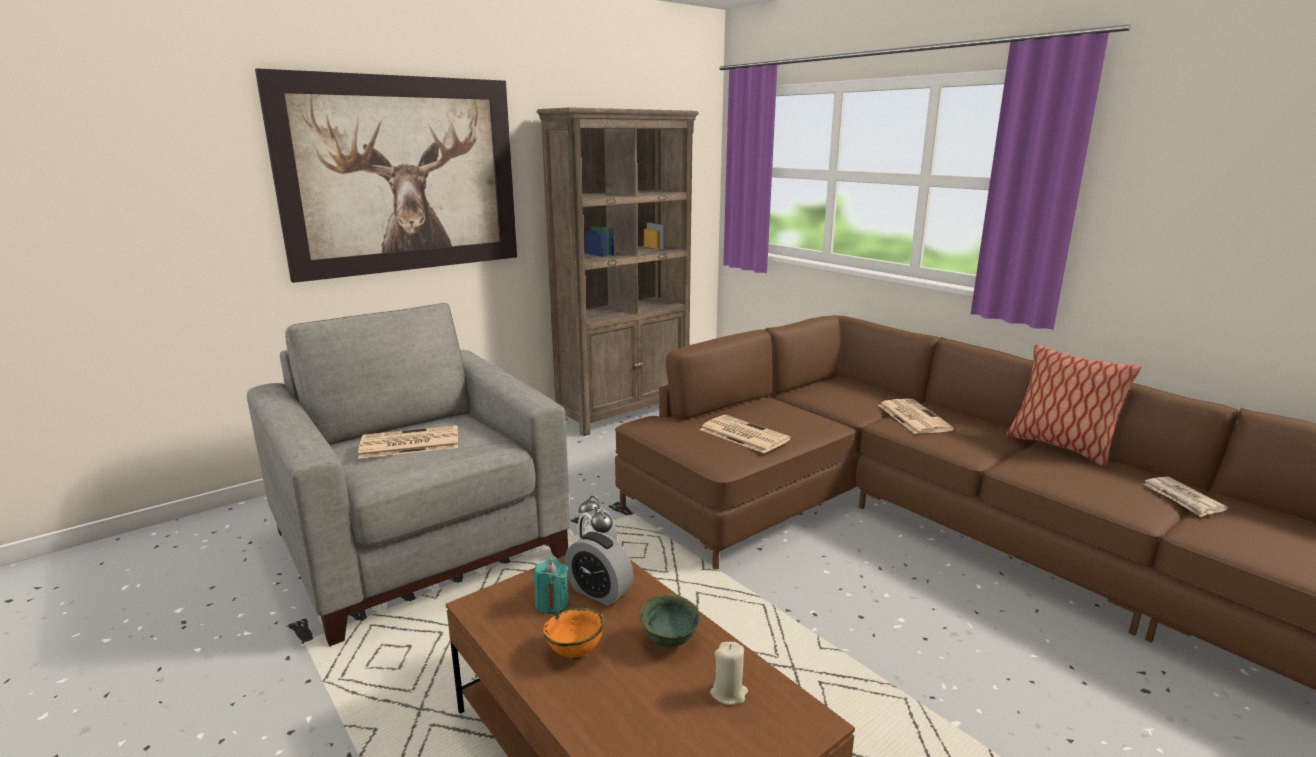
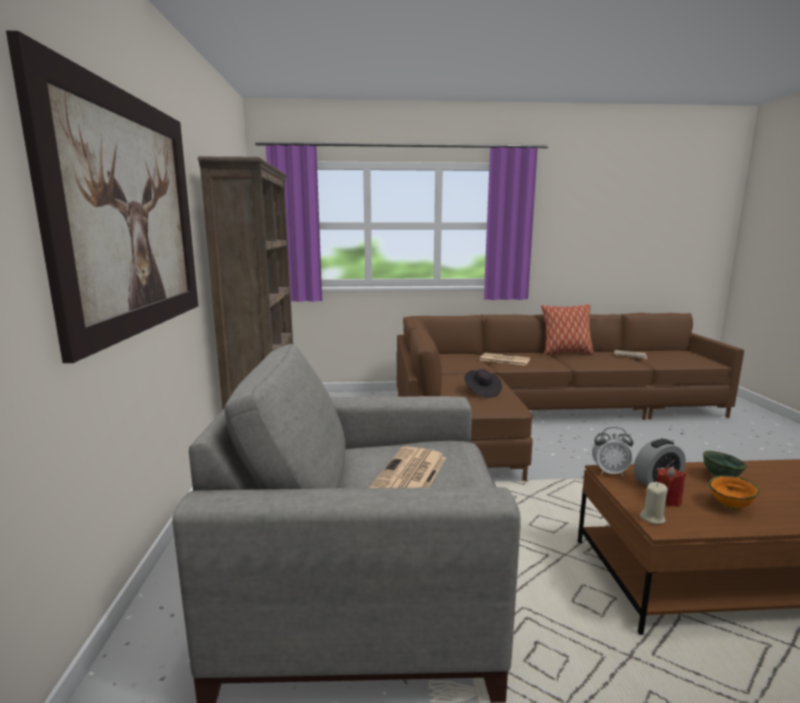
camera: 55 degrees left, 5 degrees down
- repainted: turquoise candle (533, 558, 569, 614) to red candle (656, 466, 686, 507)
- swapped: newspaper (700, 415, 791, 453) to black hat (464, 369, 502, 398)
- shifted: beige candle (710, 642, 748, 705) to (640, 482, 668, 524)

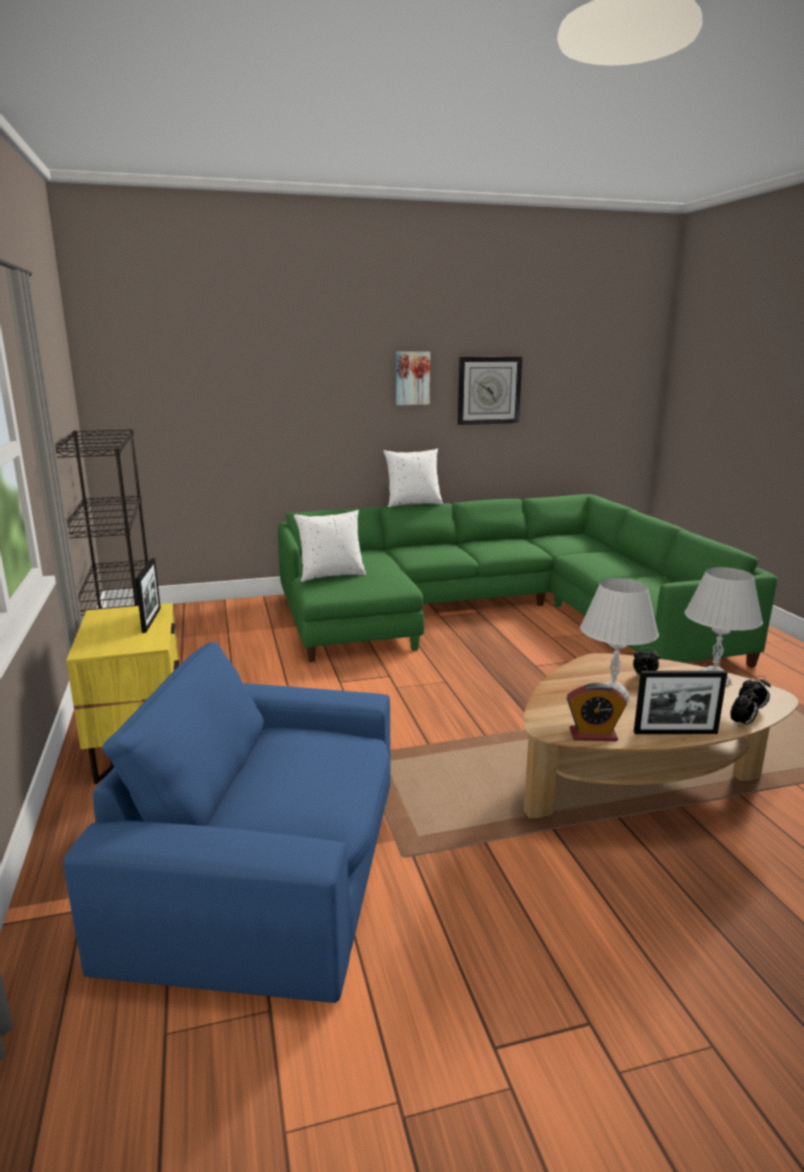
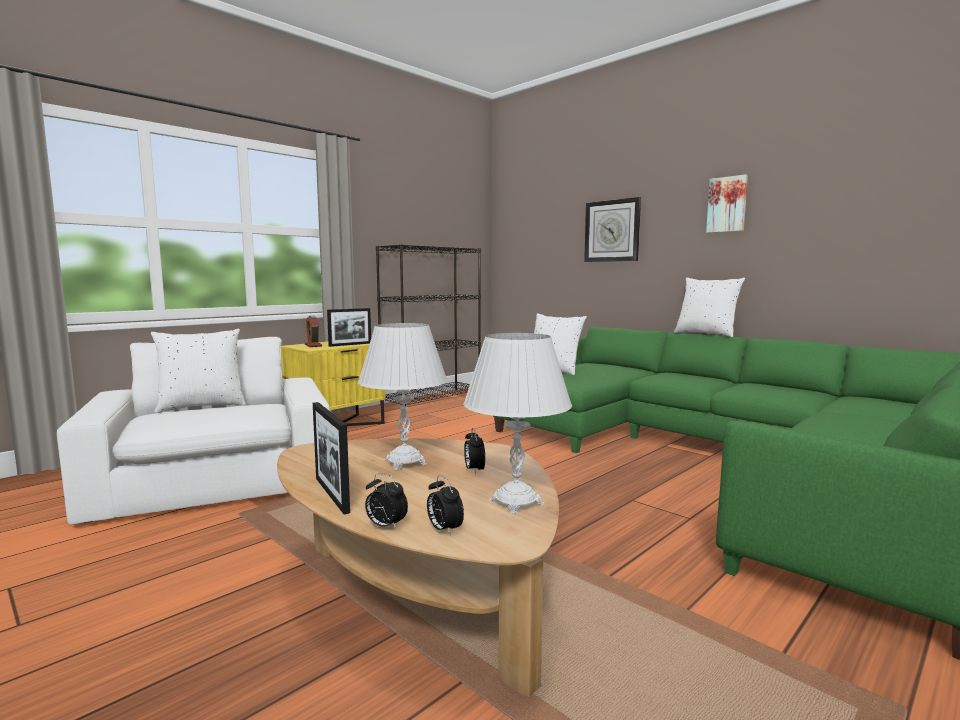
camera: 60 degrees right, 10 degrees down
- repainted: blue armchair (63, 642, 391, 1003) to white armchair (57, 337, 330, 524)
- shifted: wall clock (458, 357, 522, 425) to (584, 197, 641, 262)
- shifted: alarm clock (567, 683, 627, 741) to (305, 316, 322, 347)
- new: white pillow (151, 329, 246, 413)

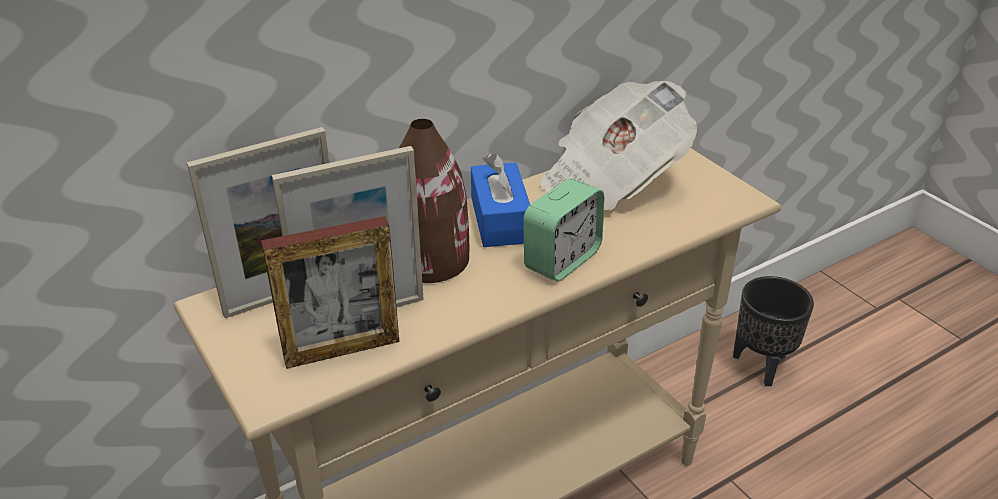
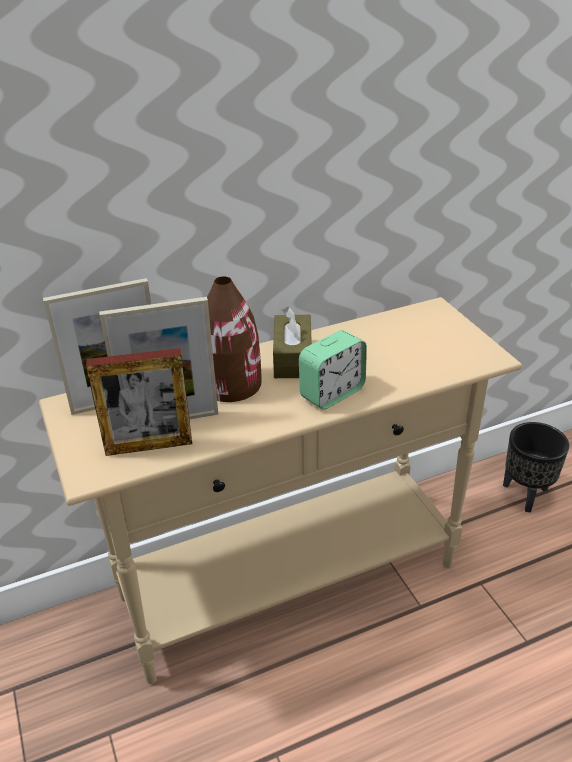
camera: 10 degrees right, 0 degrees up
- repainted: blue tissue box (471, 153, 530, 247) to brown tissue box (273, 306, 312, 378)
- gone: newspaper (540, 81, 697, 210)

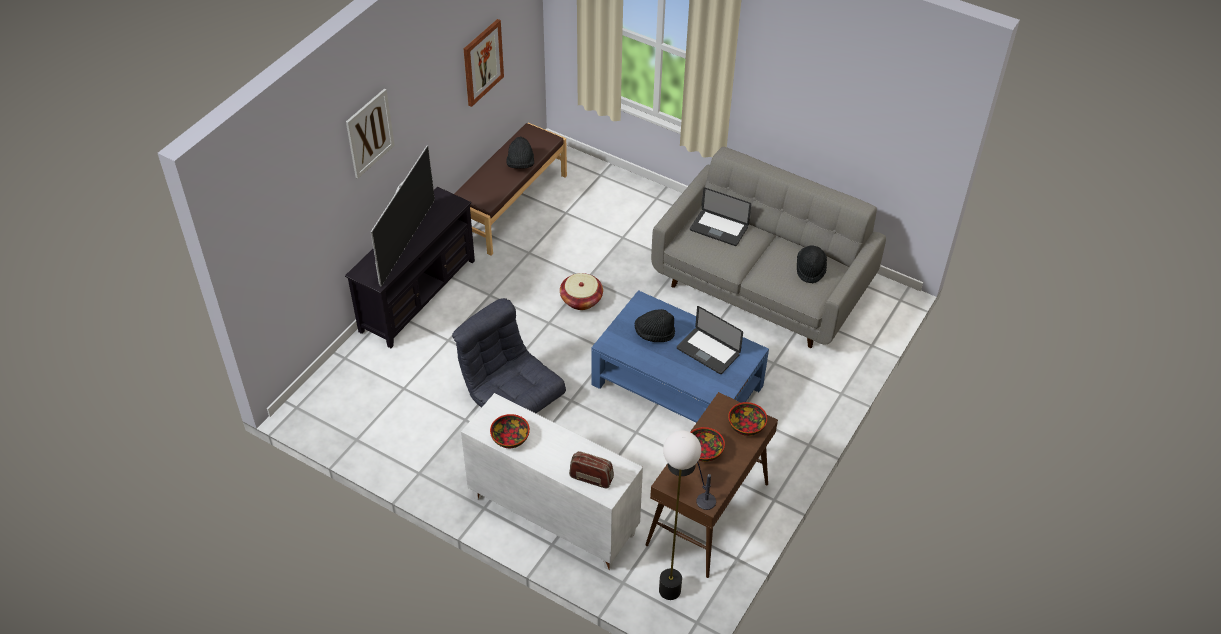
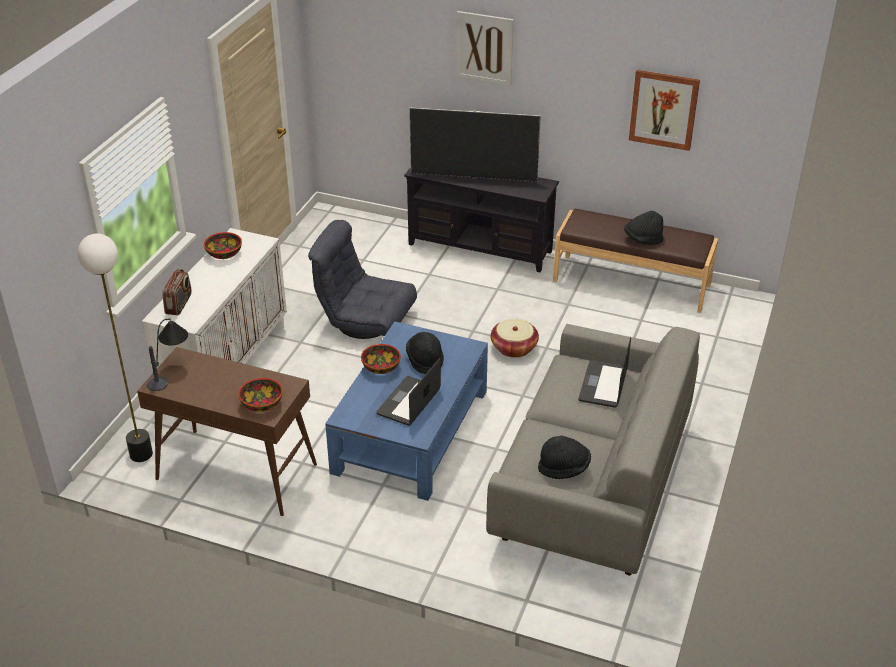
camera: 80 degrees right, 10 degrees down
- rotated: grey armchair (452, 298, 566, 413) = (308, 220, 417, 339) 105 degrees counterclockwise
- shifted: bowl (691, 427, 725, 462) to (361, 344, 401, 374)

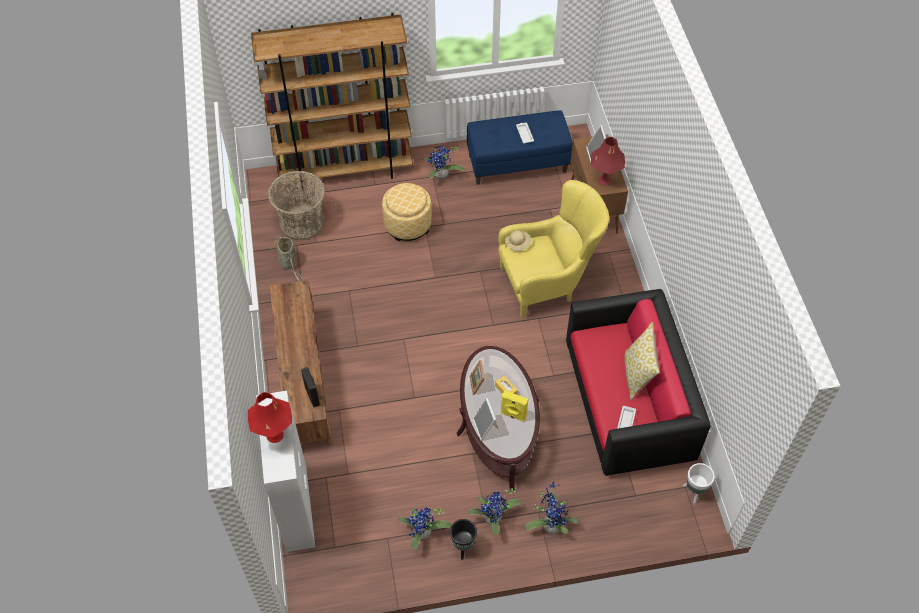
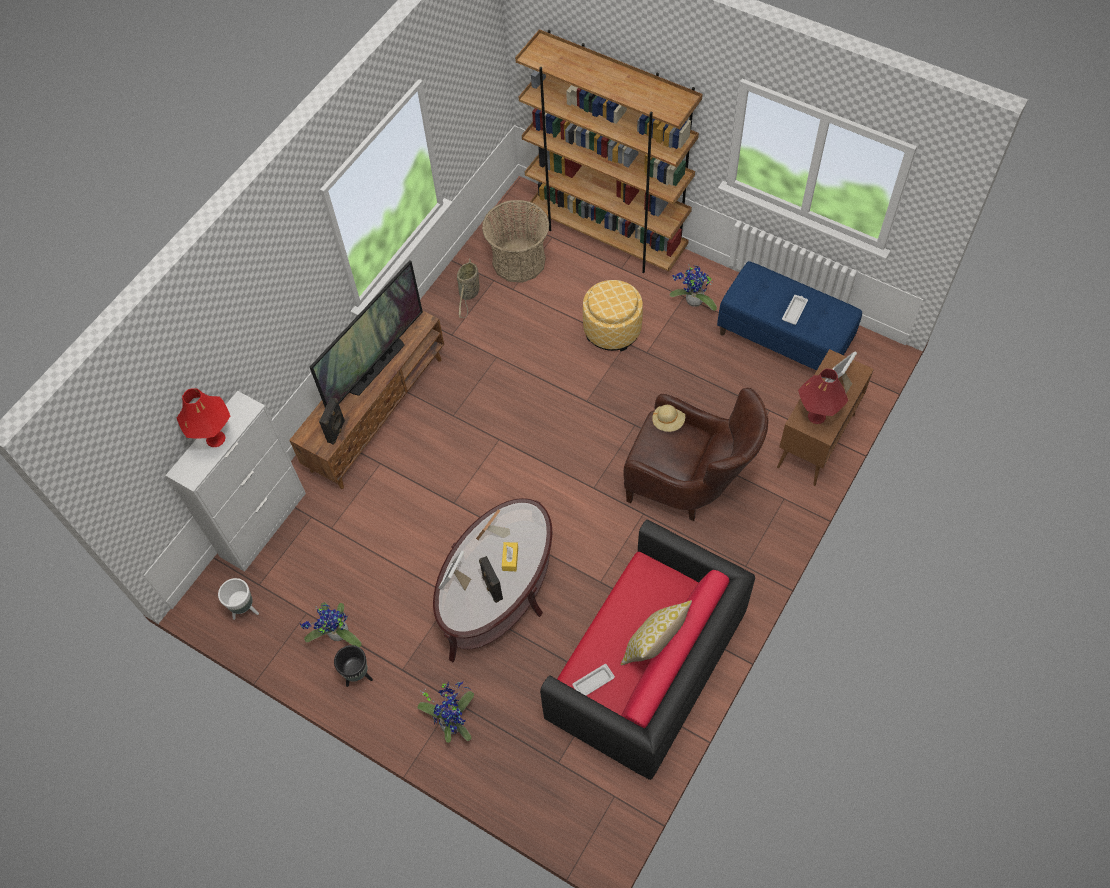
camera: 45 degrees right, 5 degrees up
- gone: potted plant (468, 488, 520, 535)
- repainted: yellow armchair (498, 180, 609, 319) to brown armchair (623, 388, 768, 521)
- repainted: yellow speaker (501, 390, 528, 422) to black speaker (479, 556, 503, 603)
- shifted: white planter (683, 463, 715, 504) to (218, 578, 259, 620)
- new: television (310, 260, 423, 408)

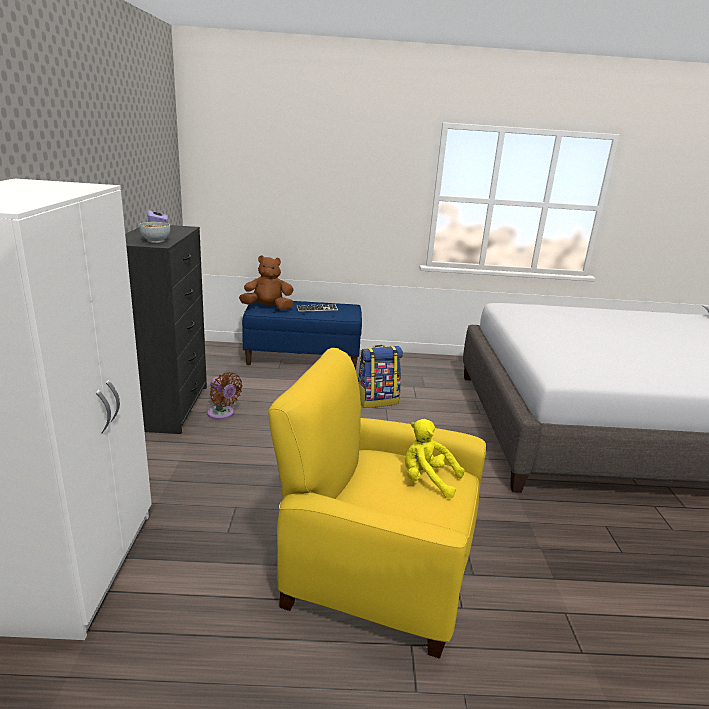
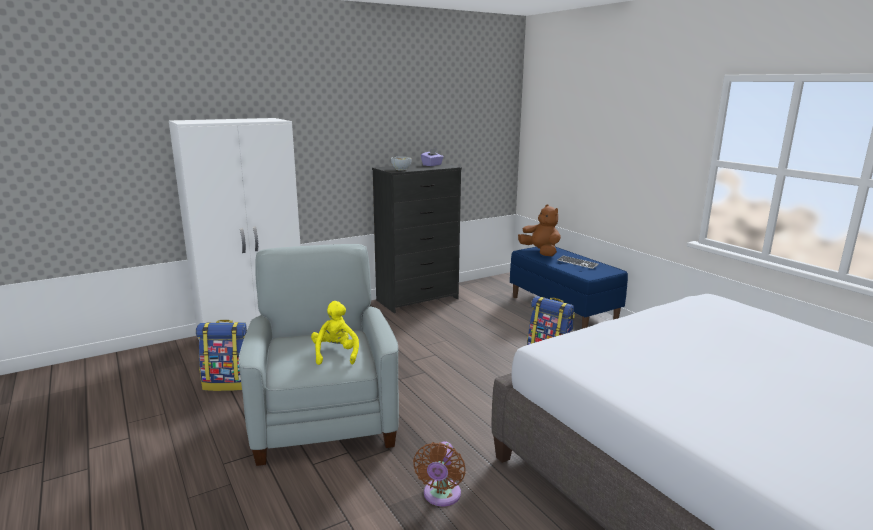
camera: 60 degrees right, 5 degrees down
- shifted: brown fan (207, 372, 243, 420) to (413, 441, 466, 506)
- repainted: yellow armchair (268, 348, 486, 659) to grey armchair (238, 244, 399, 466)
- new: backpack (196, 320, 247, 391)

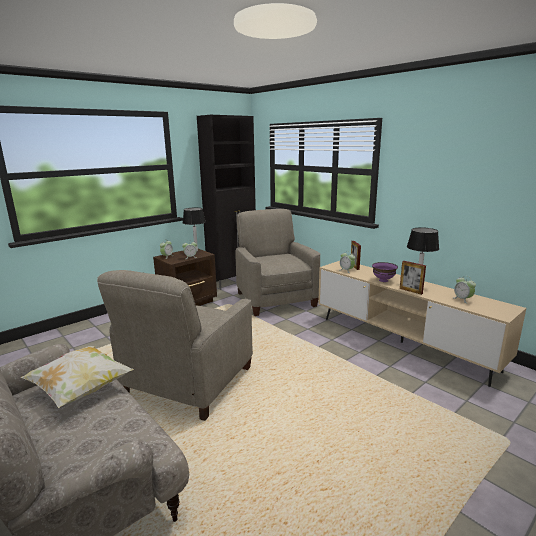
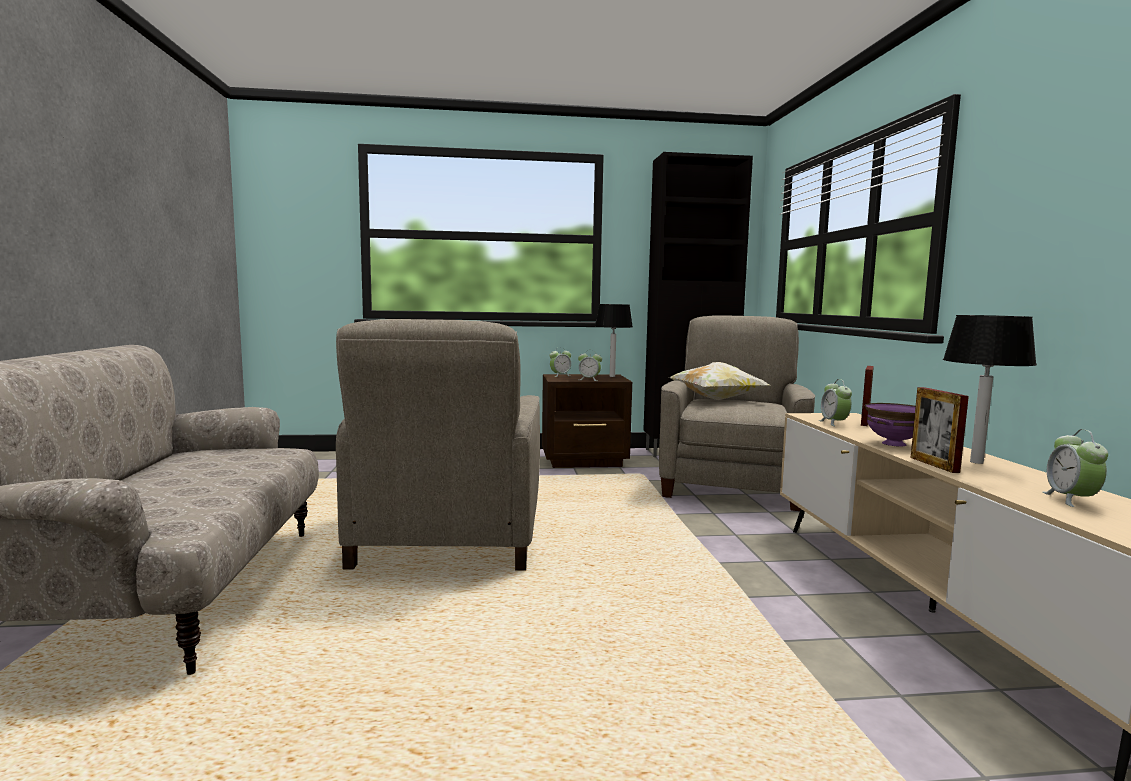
camera: 35 degrees right, 10 degrees down
- shifted: pillow (20, 346, 134, 408) to (669, 362, 770, 400)
- rotated: beige armchair (97, 270, 253, 421) = (336, 319, 540, 571) 60 degrees counterclockwise

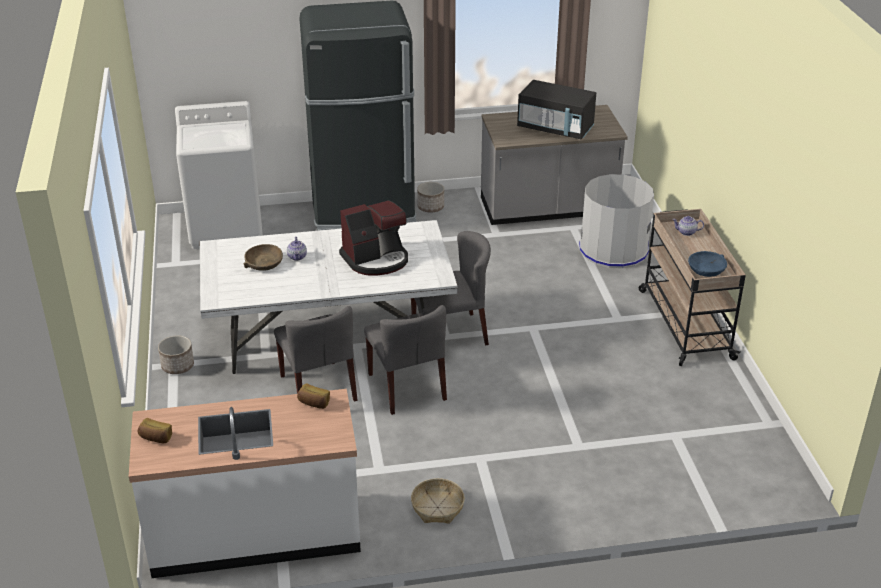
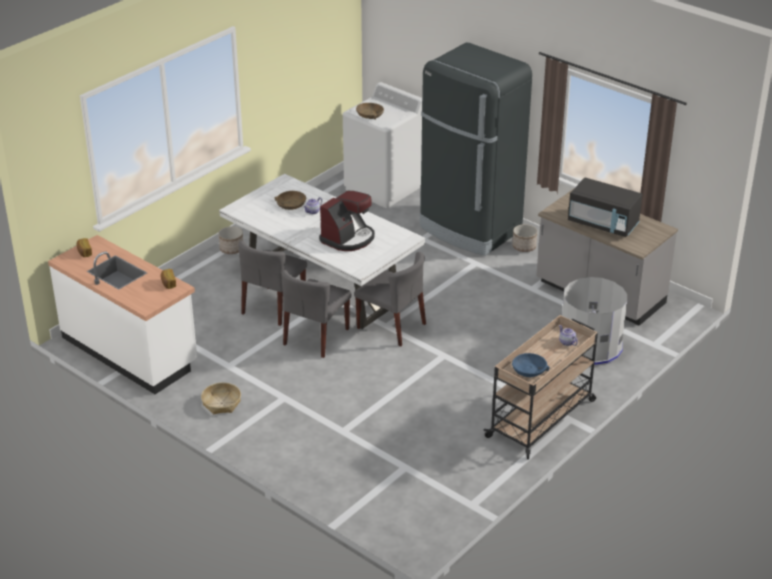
camera: 50 degrees right, 0 degrees up
- rotated: coffee machine (339, 200, 408, 276) = (319, 191, 375, 251) 75 degrees counterclockwise
- rotated: black microwave (517, 80, 596, 139) = (568, 177, 642, 237) 45 degrees counterclockwise
- new: brown bowl (356, 103, 384, 120)

